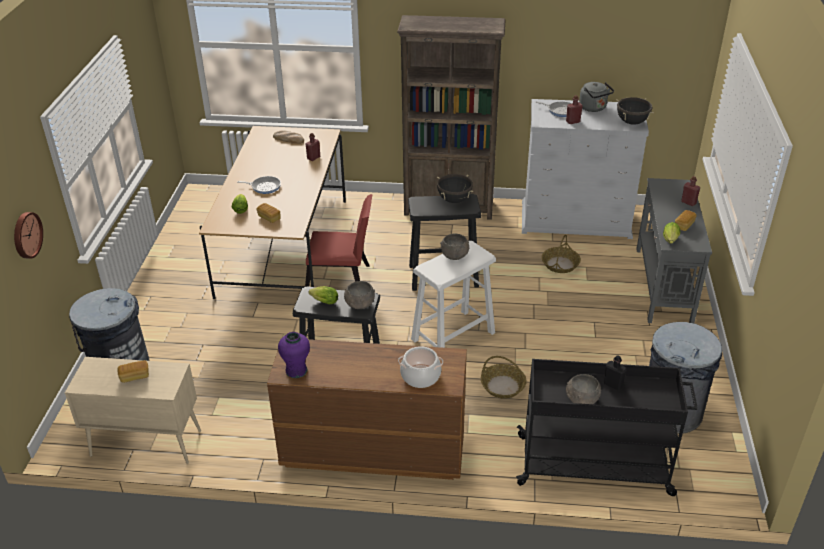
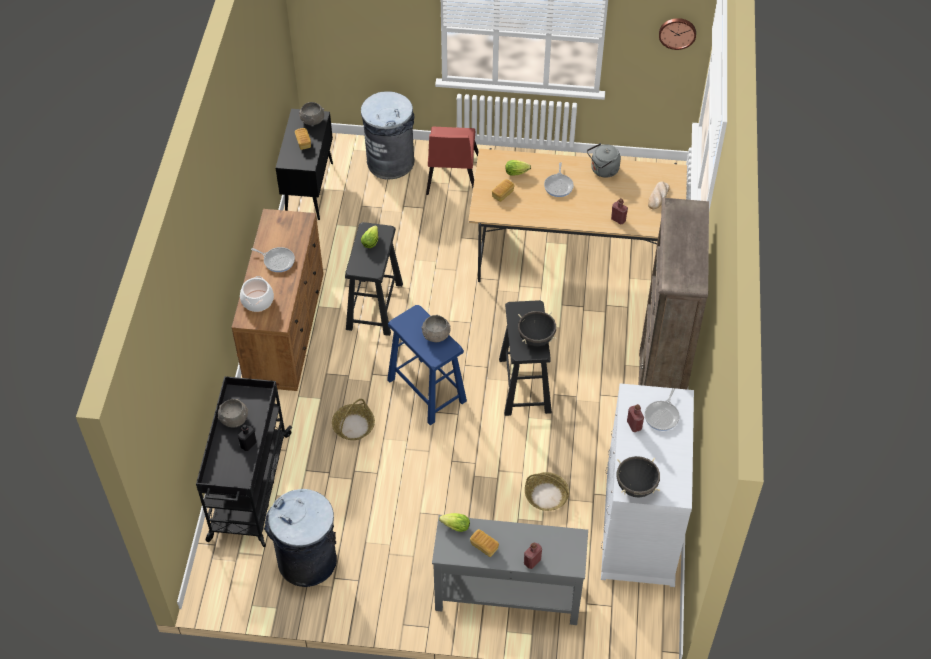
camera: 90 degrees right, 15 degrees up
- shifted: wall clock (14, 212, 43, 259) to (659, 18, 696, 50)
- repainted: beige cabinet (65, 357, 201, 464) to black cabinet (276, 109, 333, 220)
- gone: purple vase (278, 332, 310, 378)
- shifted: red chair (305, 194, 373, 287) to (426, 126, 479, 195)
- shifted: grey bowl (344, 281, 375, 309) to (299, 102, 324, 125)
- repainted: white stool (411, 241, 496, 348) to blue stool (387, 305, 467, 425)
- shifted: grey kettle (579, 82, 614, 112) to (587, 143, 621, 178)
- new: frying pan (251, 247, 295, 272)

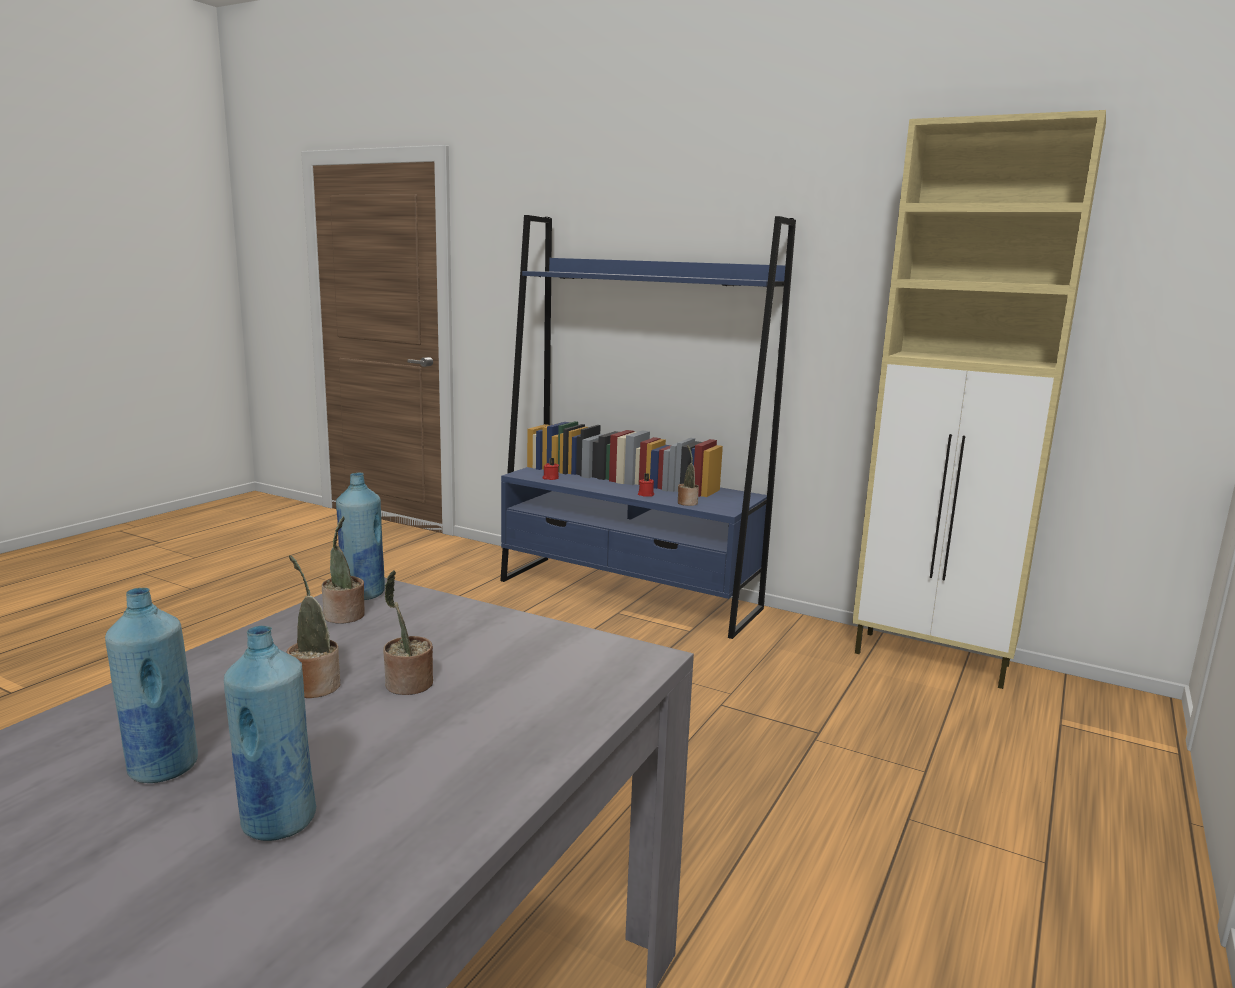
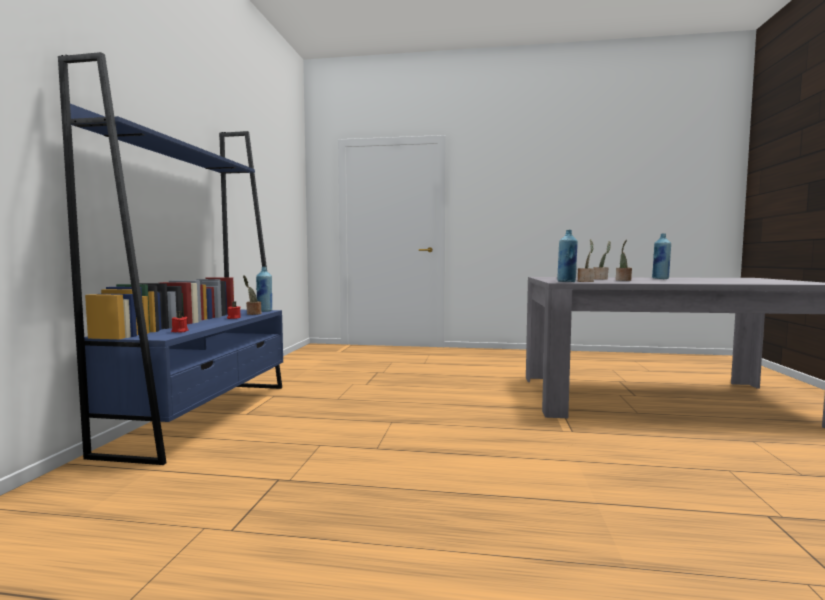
camera: 110 degrees left, 10 degrees down
- shifted: blue bottle (105, 588, 198, 783) to (256, 267, 272, 312)
- gone: beige cabinet (852, 110, 1106, 689)

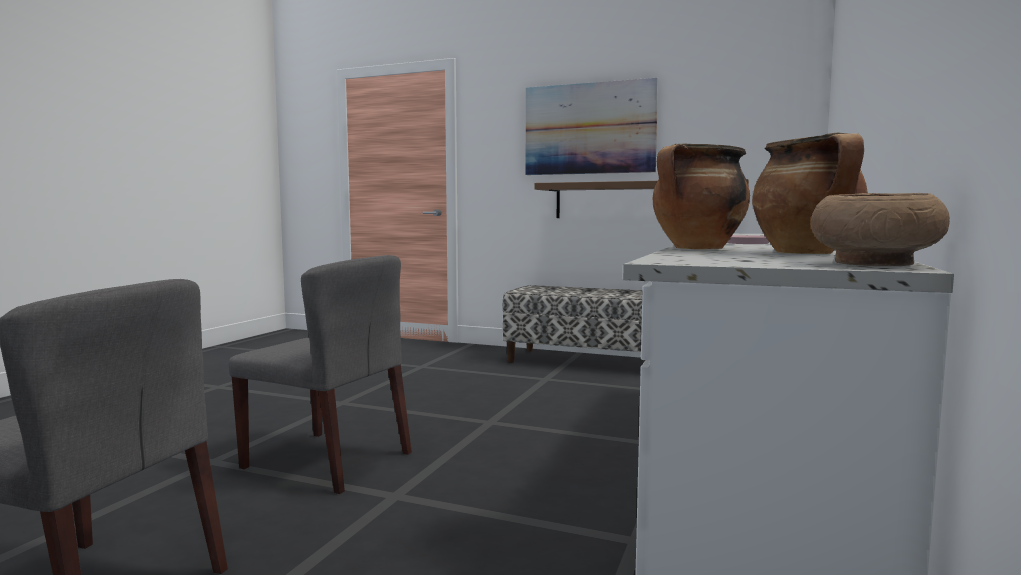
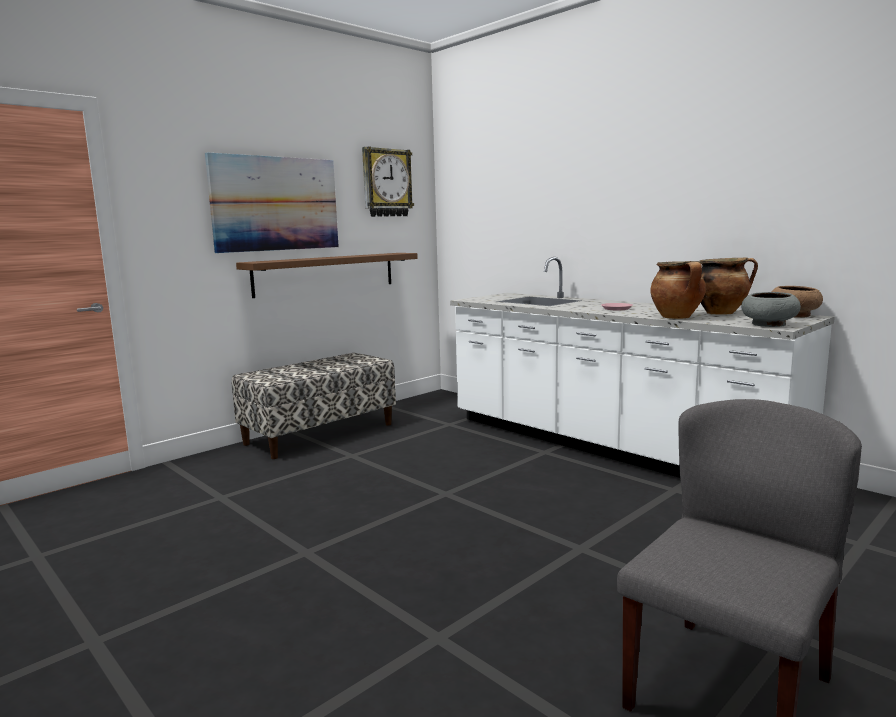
camera: 65 degrees left, 5 degrees up
- gone: grey chair (229, 255, 412, 494)
- new: wall clock (362, 147, 414, 217)
- new: grey bowl (742, 292, 801, 327)

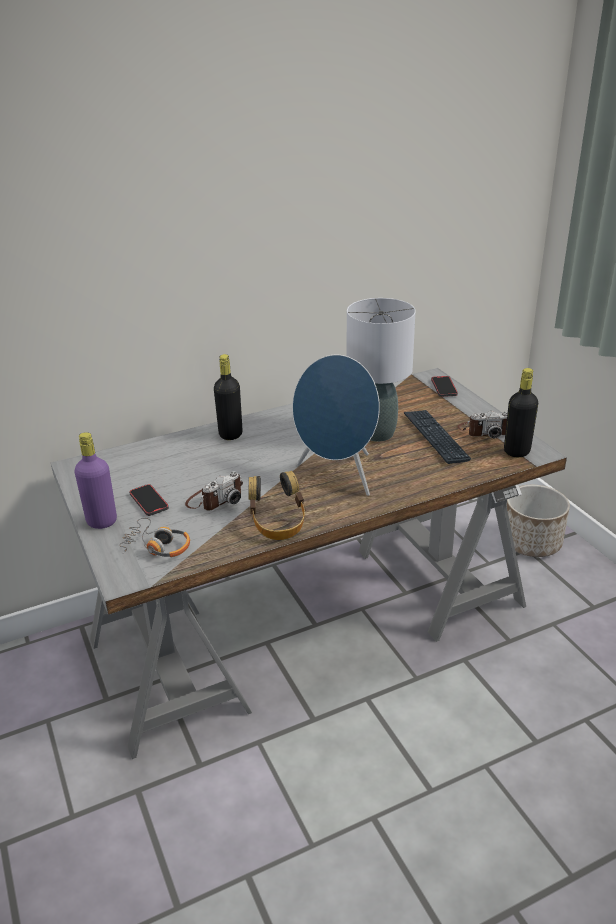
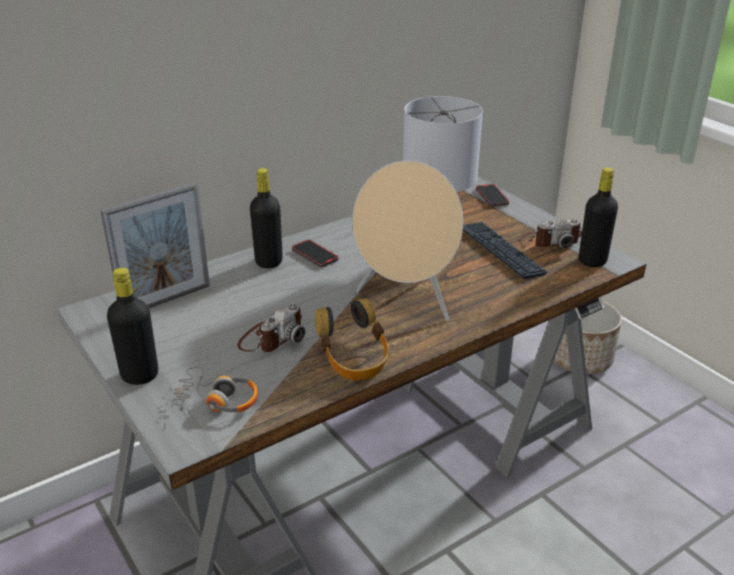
camera: 10 degrees left, 0 degrees up
- repainted: purple bottle (75, 432, 117, 529) to black bottle (107, 268, 158, 385)
- shifted: phone (129, 484, 169, 516) to (292, 240, 338, 267)
- repainted: blue speaker (292, 355, 380, 496) to beige speaker (352, 160, 463, 321)
- new: picture frame (100, 182, 210, 308)

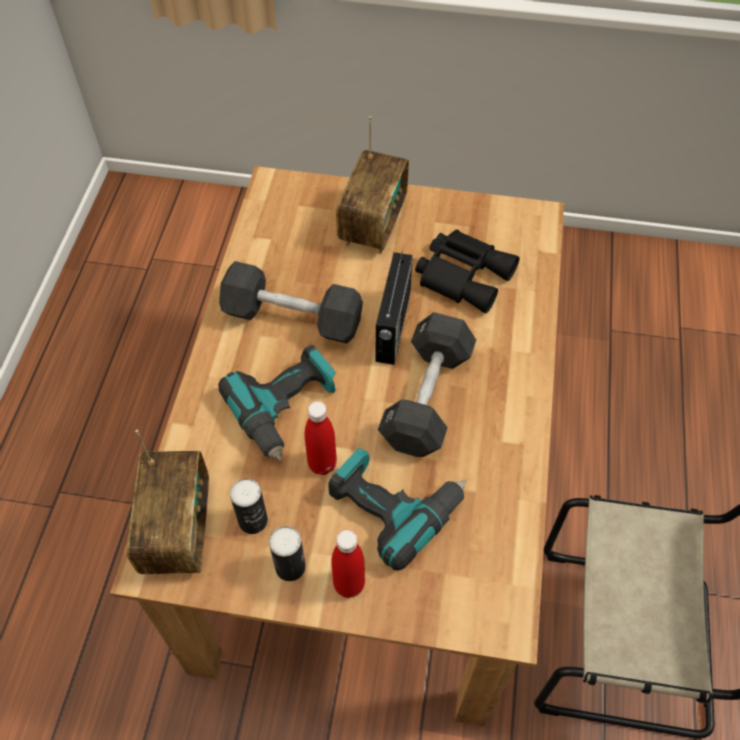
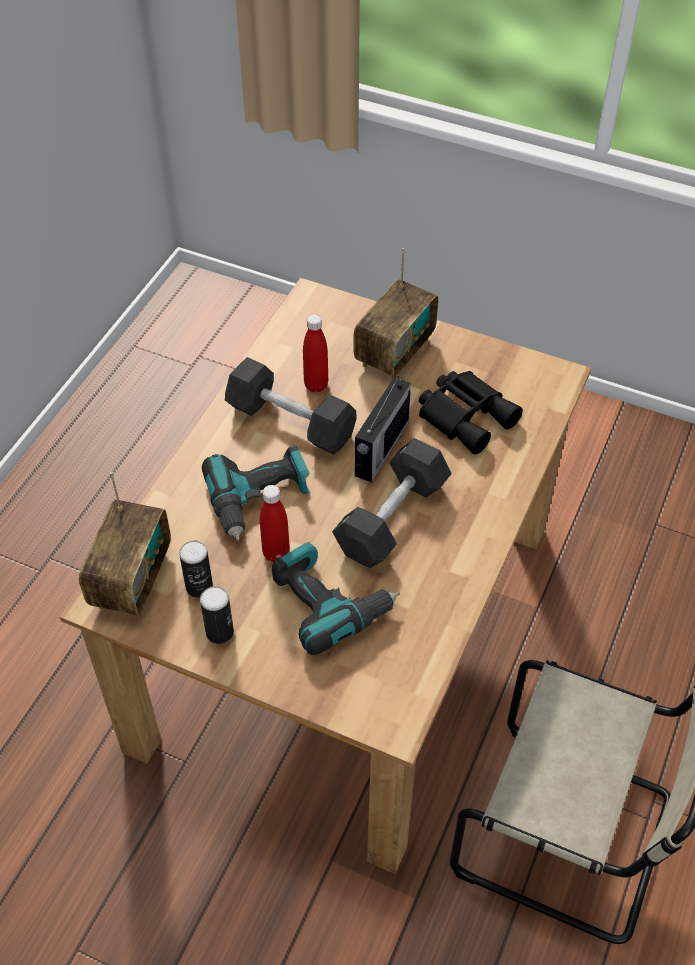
camera: 15 degrees right, 5 degrees down
- shifted: red bottle (331, 530, 365, 598) to (303, 314, 328, 392)

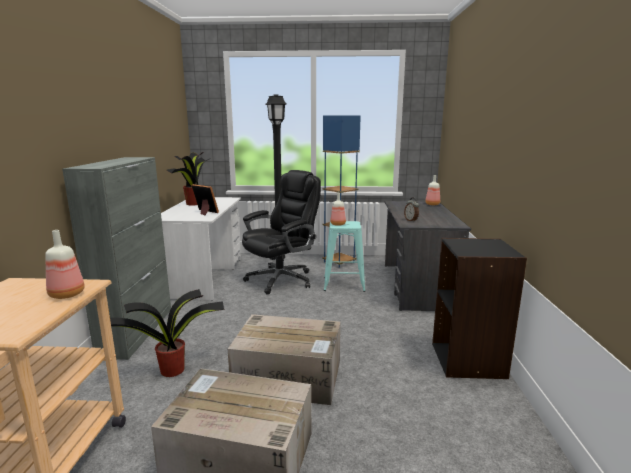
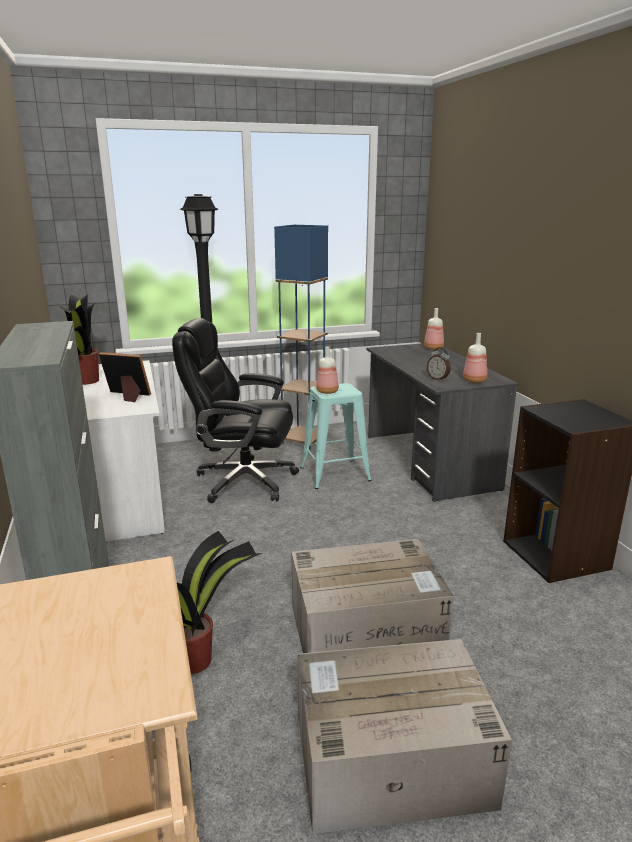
camera: 20 degrees left, 5 degrees up
- shifted: bottle (45, 230, 85, 299) to (463, 333, 487, 383)
- rotated: black office chair (242, 170, 321, 295) = (172, 318, 299, 503) 105 degrees counterclockwise

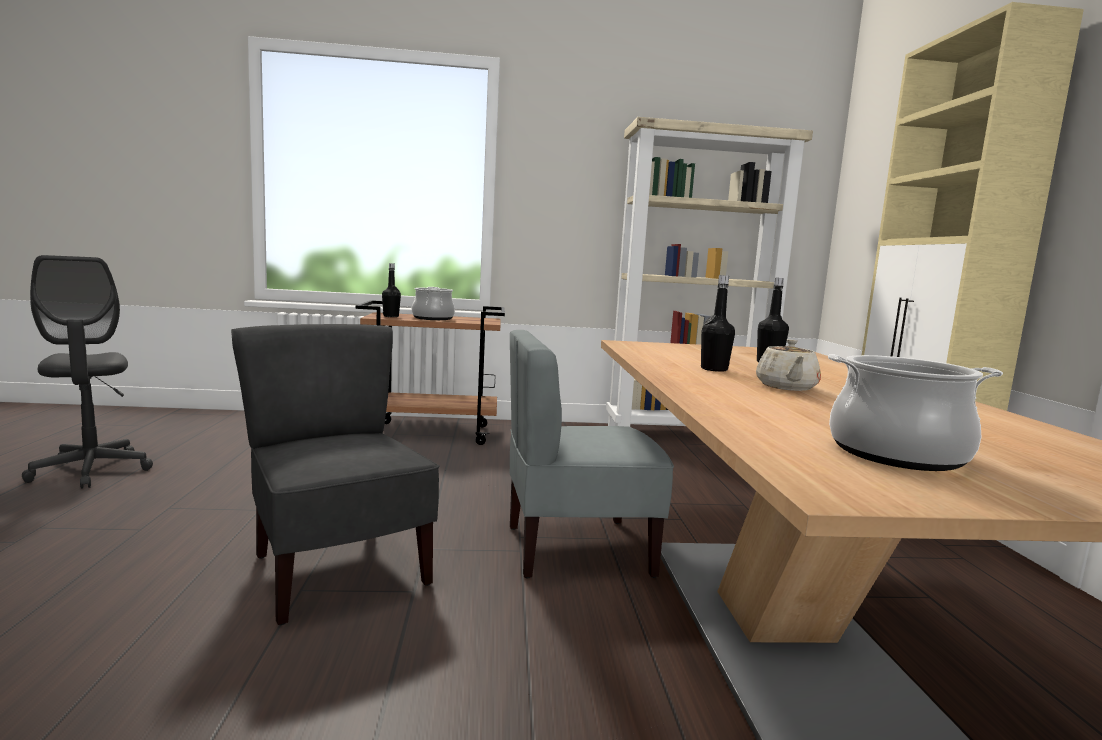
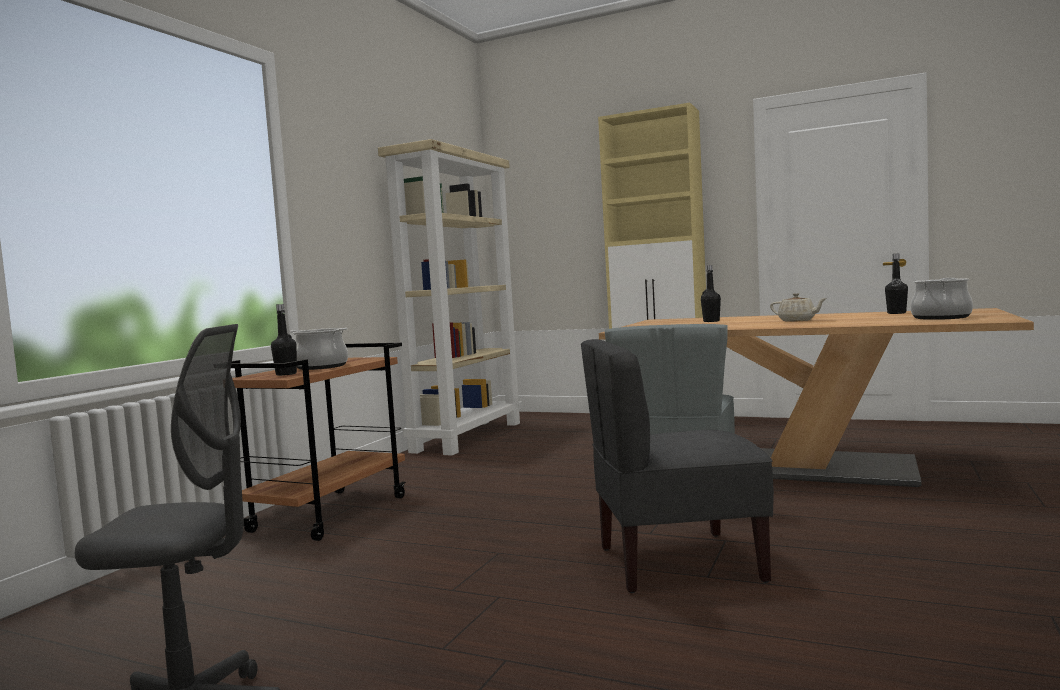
camera: 60 degrees left, 5 degrees down
- shifted: black bottle (701, 275, 735, 372) to (885, 254, 908, 314)

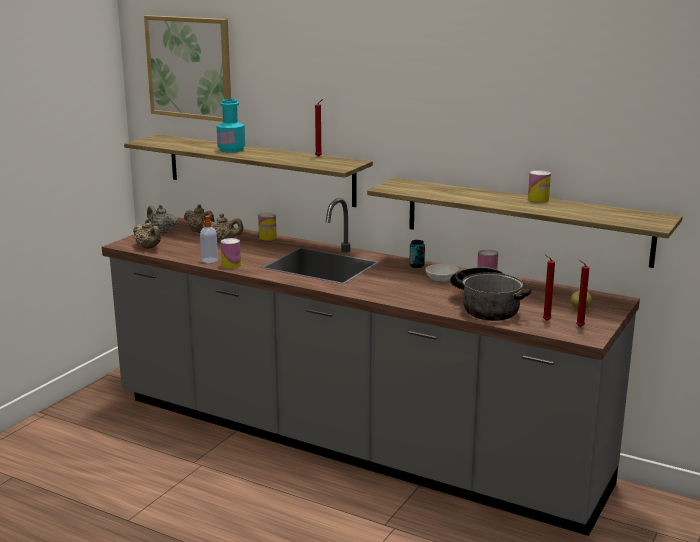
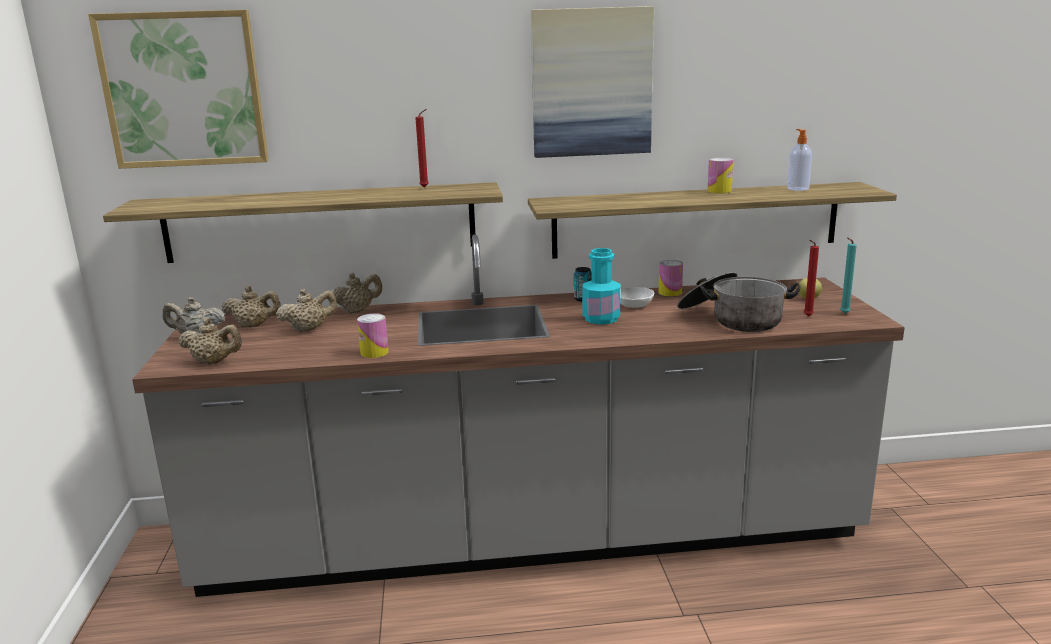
camera: 35 degrees left, 0 degrees up
- shifted: soap dispenser (200, 214, 218, 263) to (787, 129, 812, 191)
- shifted: turquoise bottle (217, 99, 245, 153) to (582, 248, 621, 325)
- swapped: can (258, 213, 277, 240) to beige teapot (331, 273, 382, 314)
- repainted: red candle (576, 260, 589, 327) to turquoise candle (840, 237, 857, 314)
- new: picture (531, 6, 654, 158)

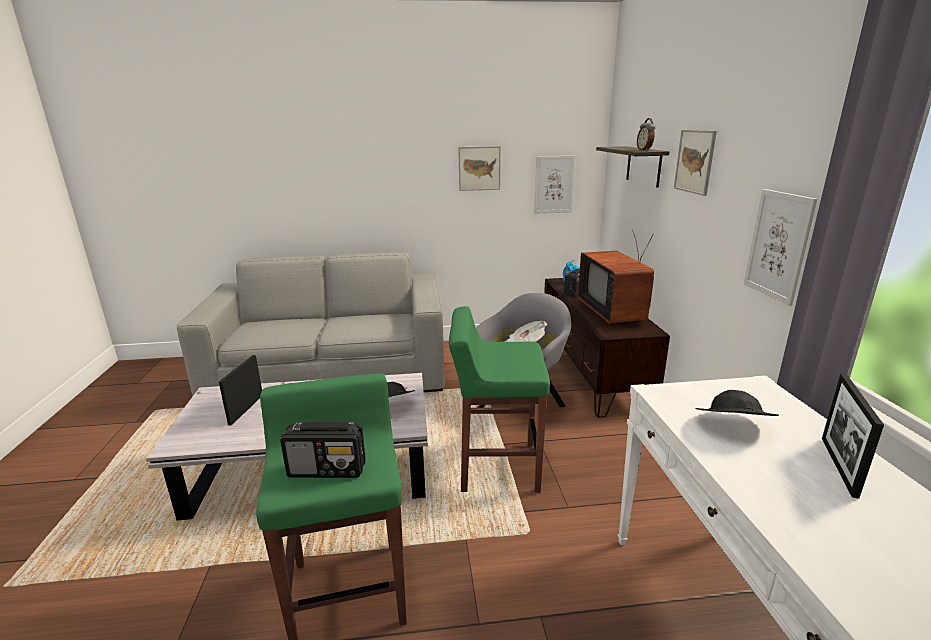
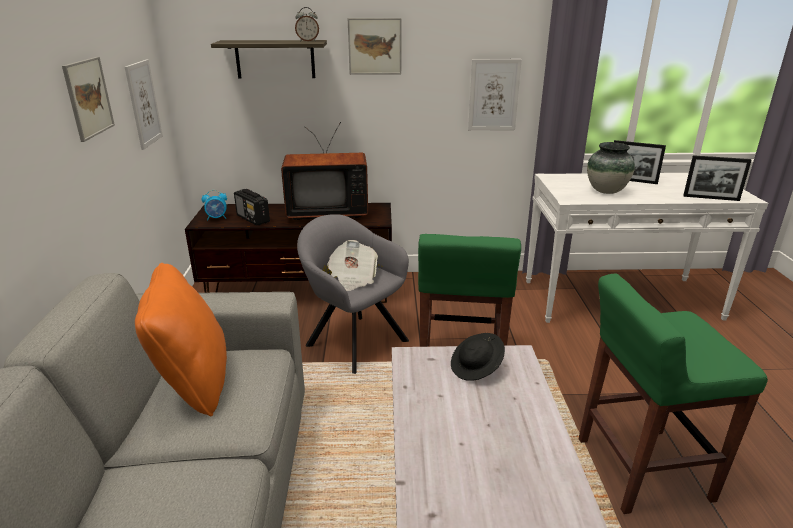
camera: 85 degrees left, 5 degrees up
- shifted: picture frame (219, 355, 262, 426) to (683, 155, 751, 201)
- gone: radio (280, 422, 366, 478)
- swapped: black hat (695, 390, 779, 416) to vase (587, 142, 635, 194)
- new: orange pillow (135, 263, 227, 416)

